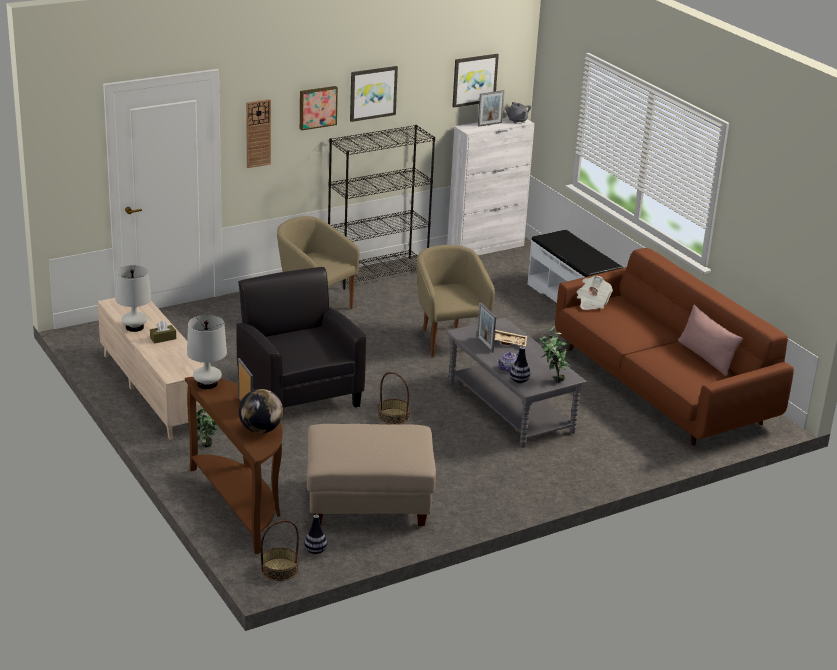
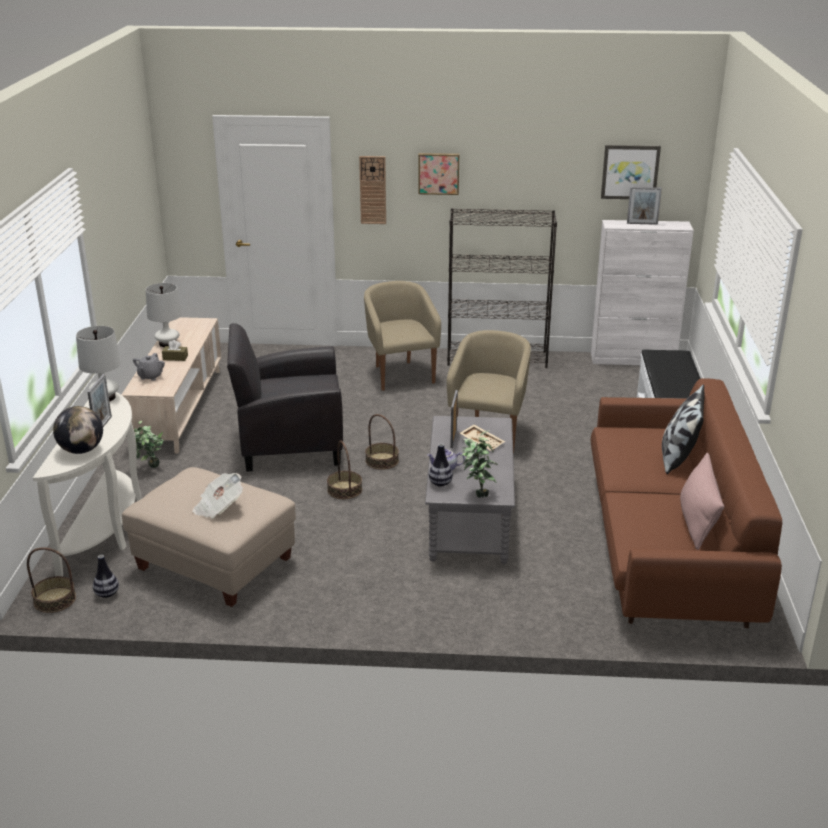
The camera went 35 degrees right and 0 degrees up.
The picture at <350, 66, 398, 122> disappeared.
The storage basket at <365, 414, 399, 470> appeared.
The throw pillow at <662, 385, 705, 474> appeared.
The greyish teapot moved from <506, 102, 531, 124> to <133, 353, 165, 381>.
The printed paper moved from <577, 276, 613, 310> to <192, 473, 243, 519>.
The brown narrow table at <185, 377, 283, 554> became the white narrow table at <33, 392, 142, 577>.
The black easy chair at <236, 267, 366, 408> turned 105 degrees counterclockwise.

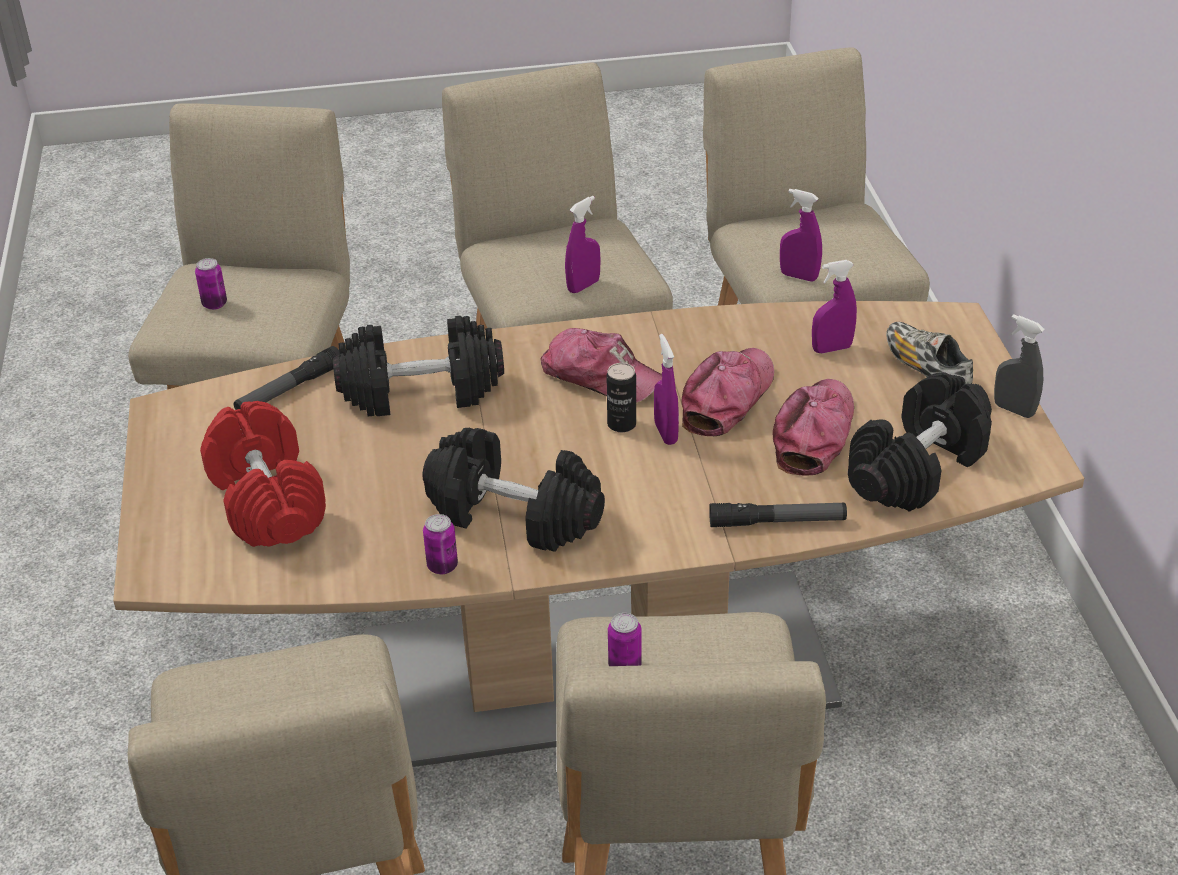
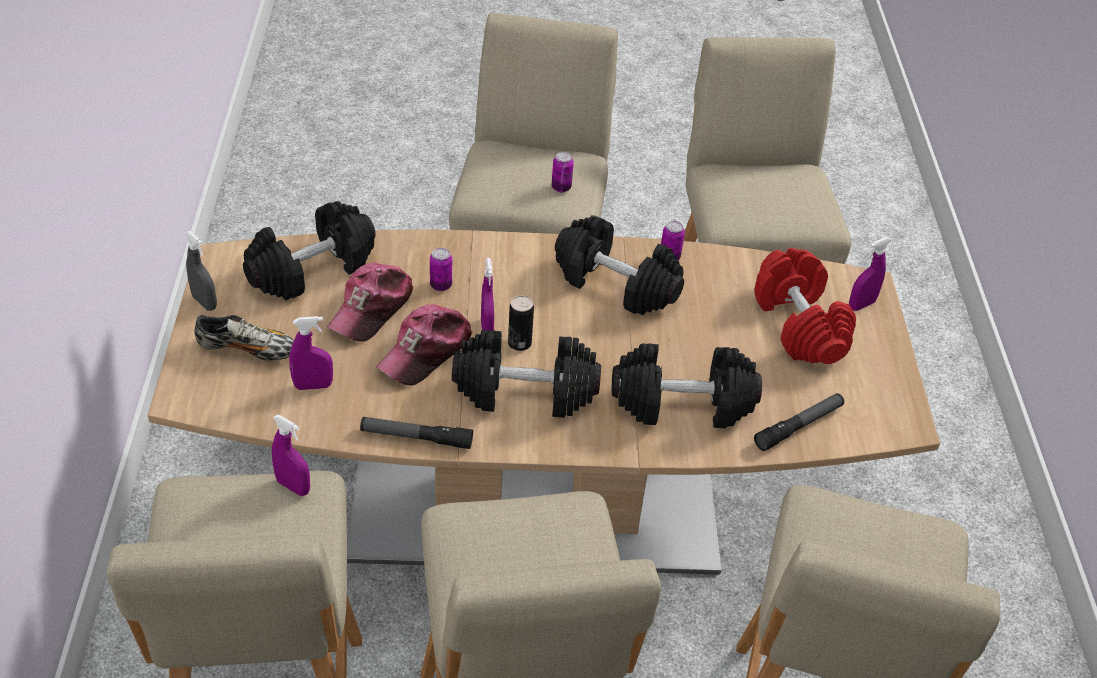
The camera went 175 degrees left and 5 degrees up.
The sealed can moved from <195, 258, 227, 310> to <430, 248, 452, 291>.
The purple-coloured hand sprayer moved from <565, 196, 601, 293> to <849, 237, 891, 311>.
The torch moved from <709, 503, 847, 527> to <360, 417, 473, 449>.
The peaked cap at <541, 328, 662, 403> was replaced by the black free weight at <452, 330, 601, 418>.
The low shoe at <886, 322, 973, 384> turned 60 degrees counterclockwise.

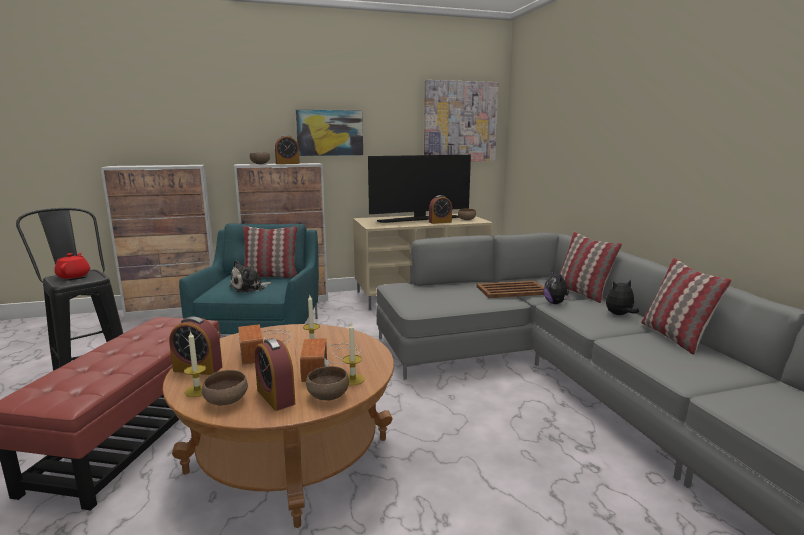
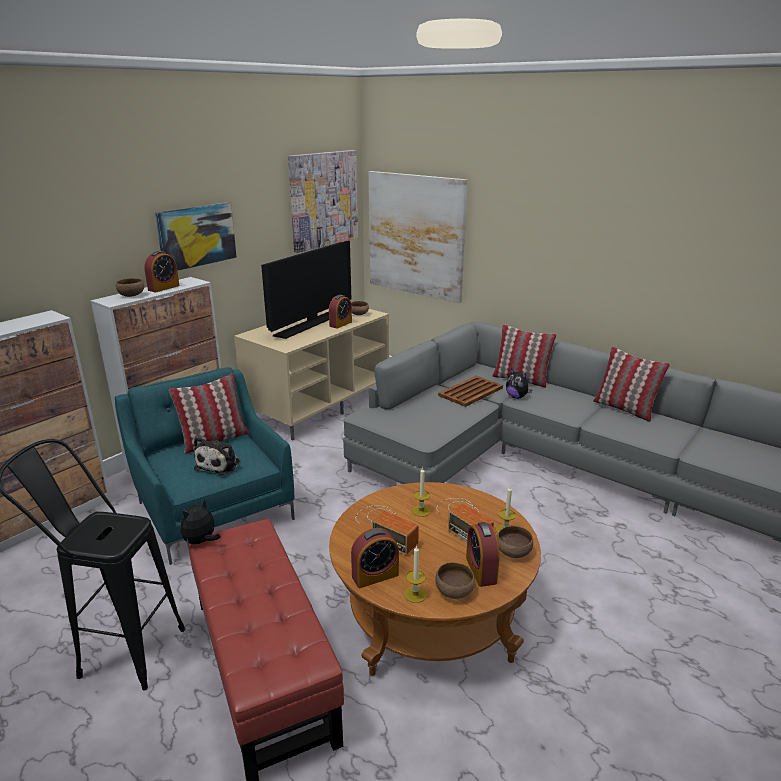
The camera went 35 degrees left and 10 degrees up.
The red teapot at <55, 253, 90, 279> disappeared.
The picture at <369, 171, 468, 303> appeared.
The soft toy moved from <606, 279, 639, 315> to <180, 498, 221, 546>.
The table clock at <255, 338, 295, 411> turned 60 degrees clockwise.

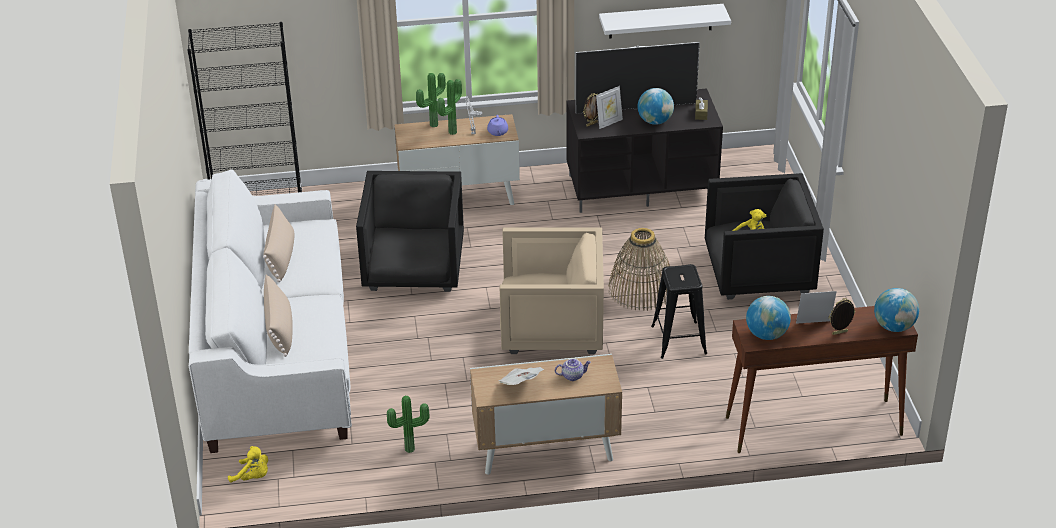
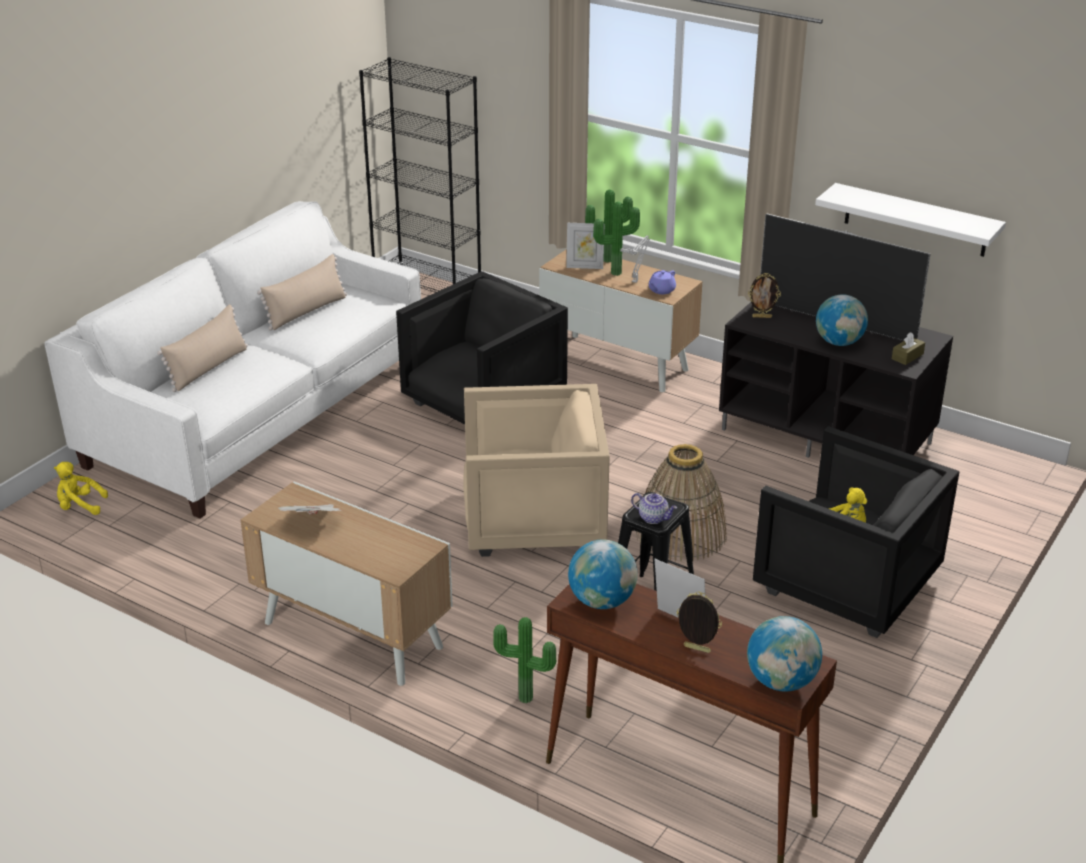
The camera went 40 degrees right and 5 degrees down.
The plant in a pot moved from <387, 396, 430, 453> to <493, 617, 556, 703>.
The teapot moved from <555, 358, 591, 381> to <631, 493, 677, 524>.
The picture frame moved from <596, 86, 623, 129> to <566, 223, 605, 269>.
The yellowish soft toy at <228, 446, 268, 483> turned 120 degrees clockwise.
The beige-coloured easy chair at <500, 228, 604, 354> turned 45 degrees counterclockwise.

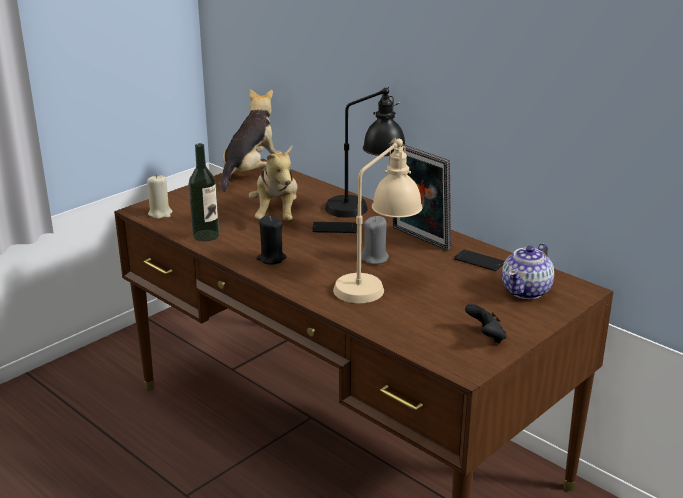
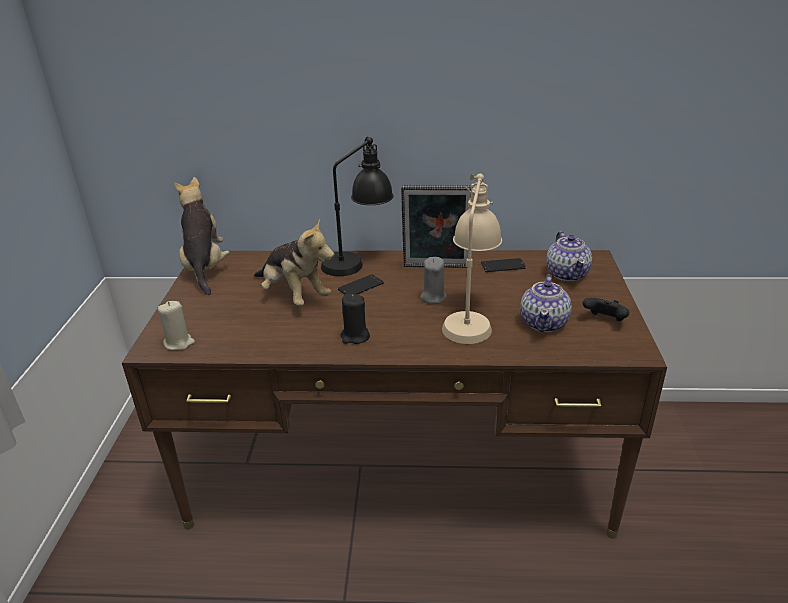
The camera went 40 degrees left and 5 degrees up.
The beverage bottle at <189, 143, 219, 241> disappeared.
The teapot at <520, 274, 572, 332> appeared.

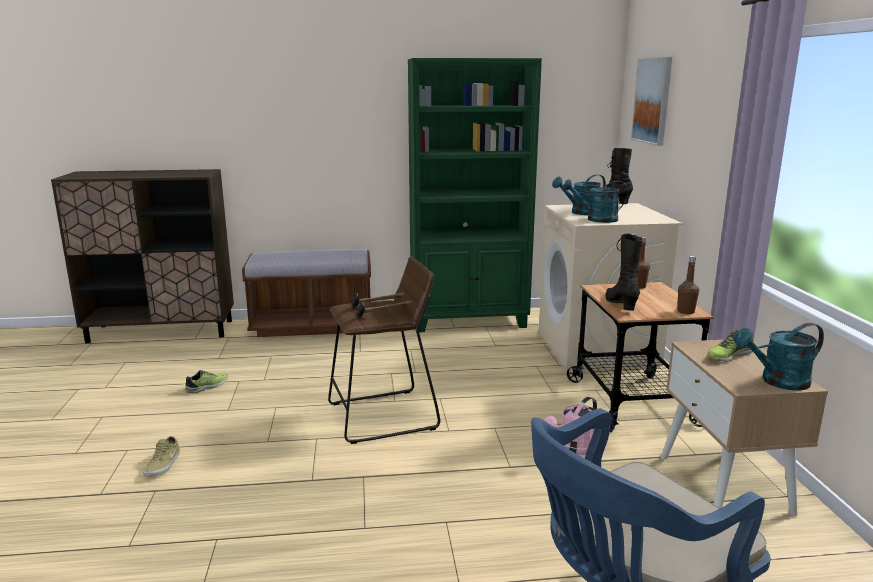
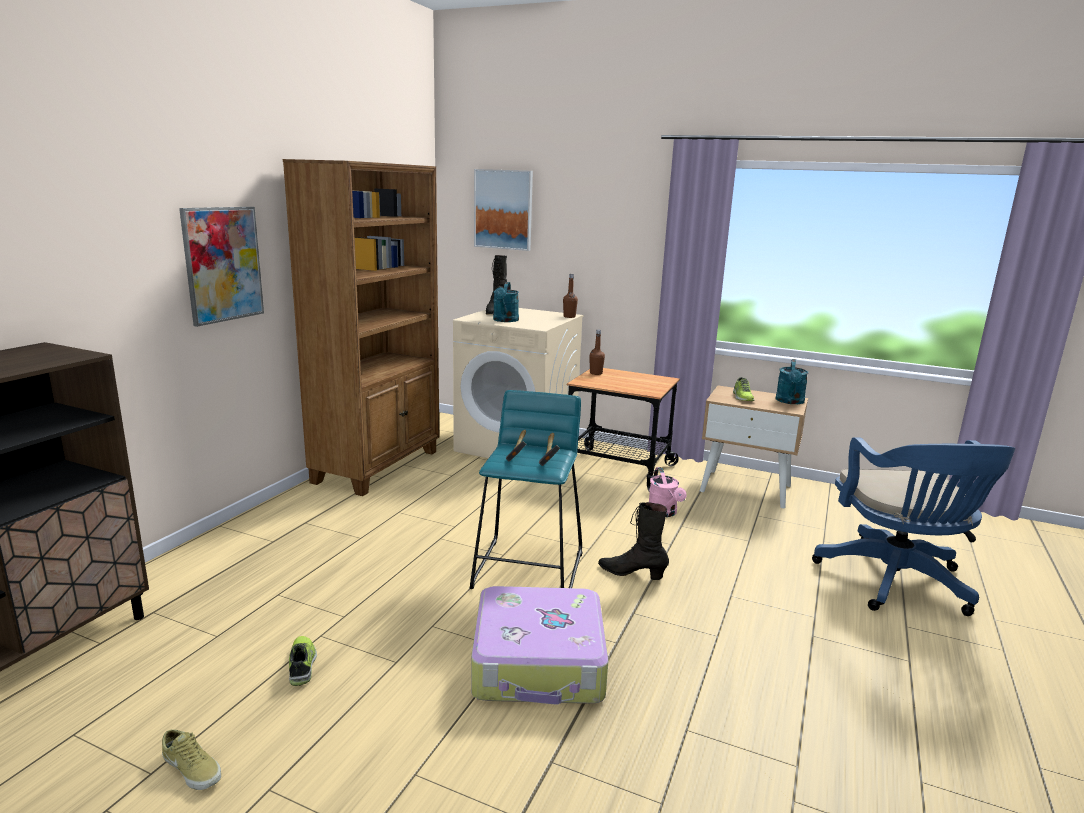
The camera went 60 degrees left and 0 degrees up.
The brown long seat at <242, 249, 371, 337> disappeared.
The turquoise watering pot at <562, 179, 628, 223> disappeared.
The picture at <179, 207, 264, 327> appeared.
The piece of luggage at <471, 586, 609, 705> appeared.
The beige-coloured low shoe moved from <143, 436, 180, 477> to <162, 729, 221, 790>.
The black tall boot moved from <605, 233, 643, 310> to <598, 502, 669, 580>.
The brown beverage bottle moved from <678, 256, 699, 314> to <563, 274, 578, 318>.
The brown stool at <328, 256, 440, 444> became the turquoise stool at <470, 390, 582, 589>.
The greenish shelving unit at <408, 58, 542, 332> became the brown shelving unit at <283, 159, 439, 496>.

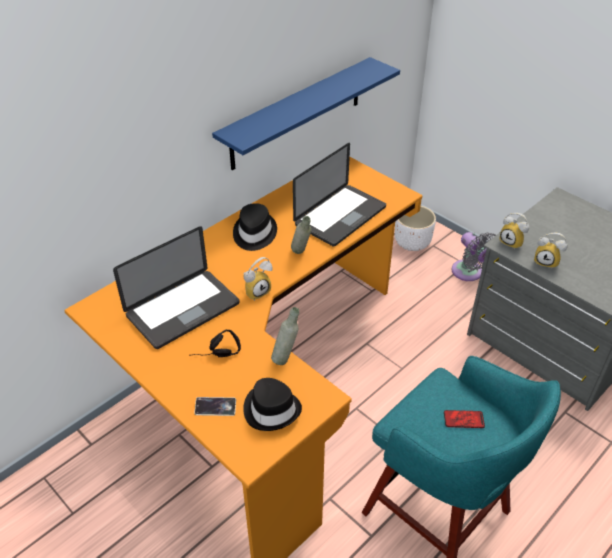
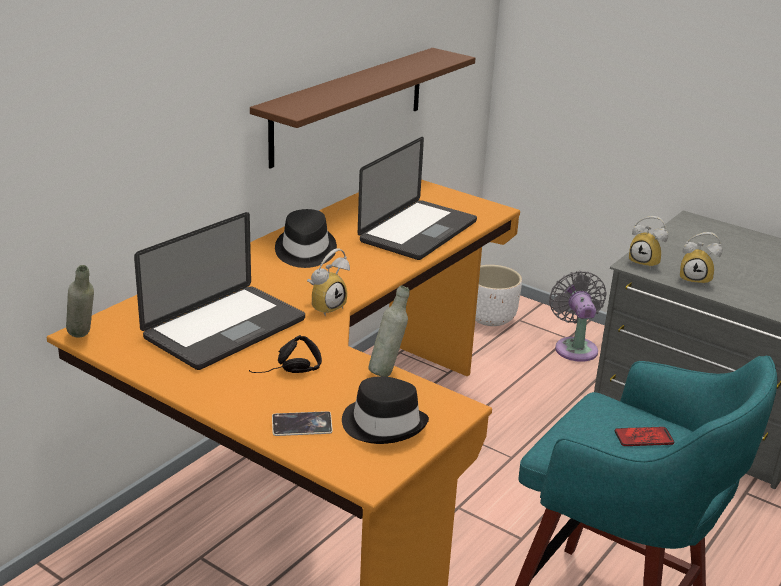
The camera went 10 degrees left and 15 degrees down.
The greyish beverage bottle moved from <291, 216, 311, 254> to <66, 265, 94, 338>.
The bluish wall shelf at <212, 57, 400, 170> became the brown wall shelf at <250, 48, 475, 169>.
The greyish fan at <452, 232, 496, 281> turned 150 degrees counterclockwise.

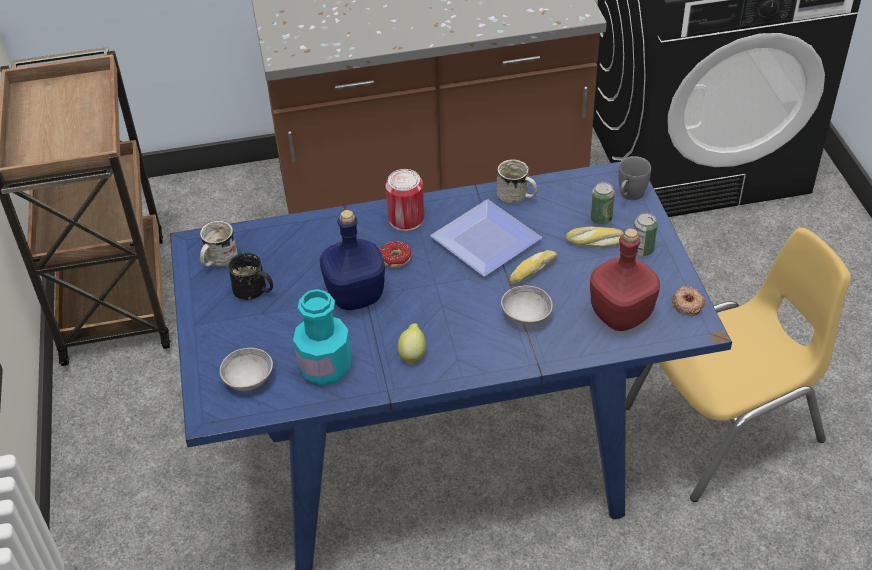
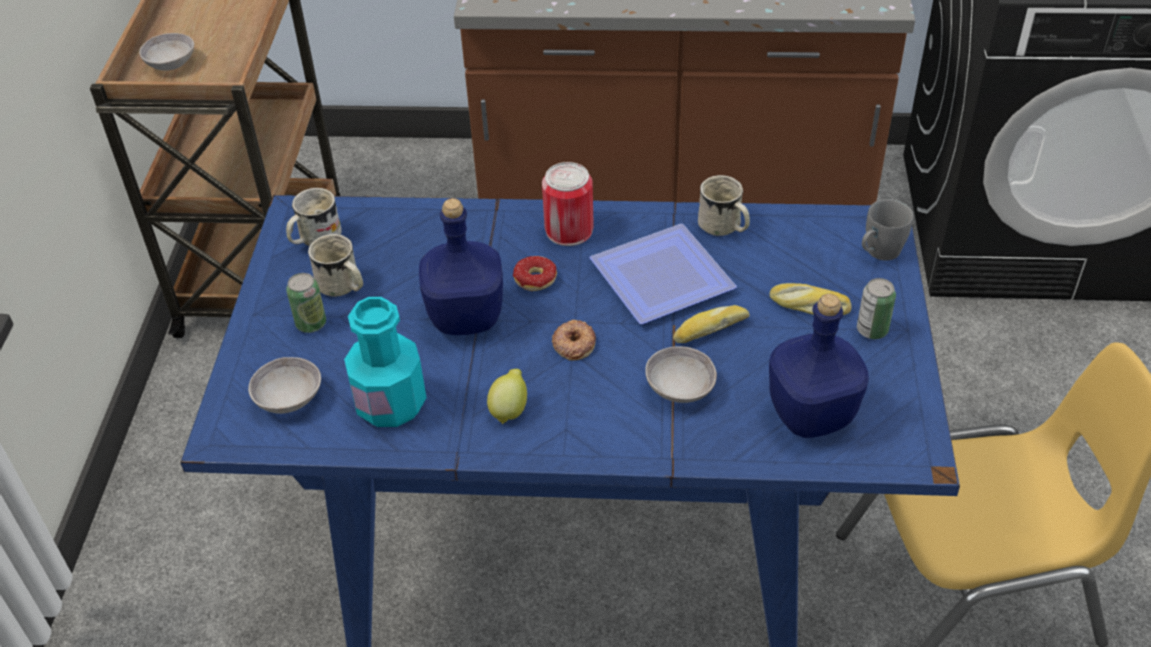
The camera went 15 degrees right and 0 degrees up.
The greyish bowl at <139, 33, 194, 71> appeared.
The sealed can moved from <590, 182, 615, 225> to <286, 273, 326, 333>.
The doughnut moved from <672, 286, 705, 316> to <552, 320, 596, 361>.
The black mug at <228, 253, 273, 300> became the white mug at <308, 234, 363, 297>.
The red beverage bottle at <590, 228, 660, 331> became the bluish beverage bottle at <769, 294, 869, 438>.

